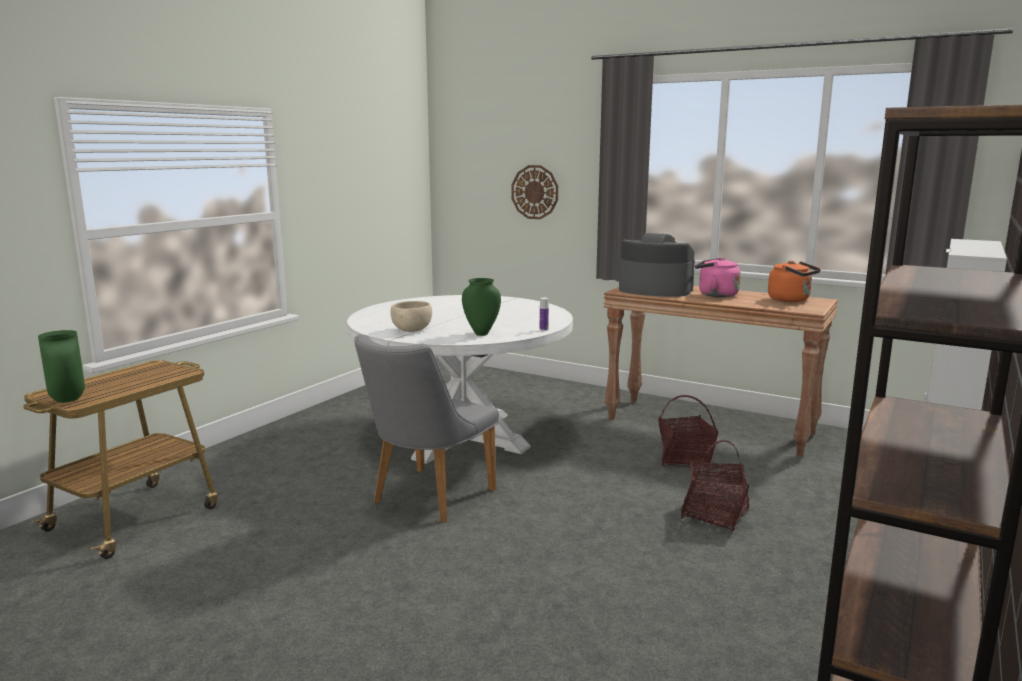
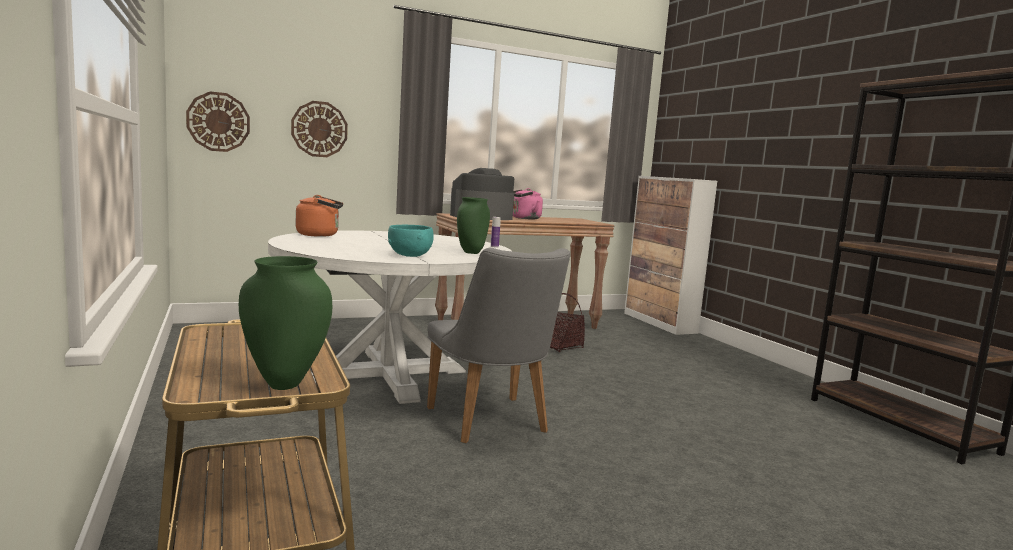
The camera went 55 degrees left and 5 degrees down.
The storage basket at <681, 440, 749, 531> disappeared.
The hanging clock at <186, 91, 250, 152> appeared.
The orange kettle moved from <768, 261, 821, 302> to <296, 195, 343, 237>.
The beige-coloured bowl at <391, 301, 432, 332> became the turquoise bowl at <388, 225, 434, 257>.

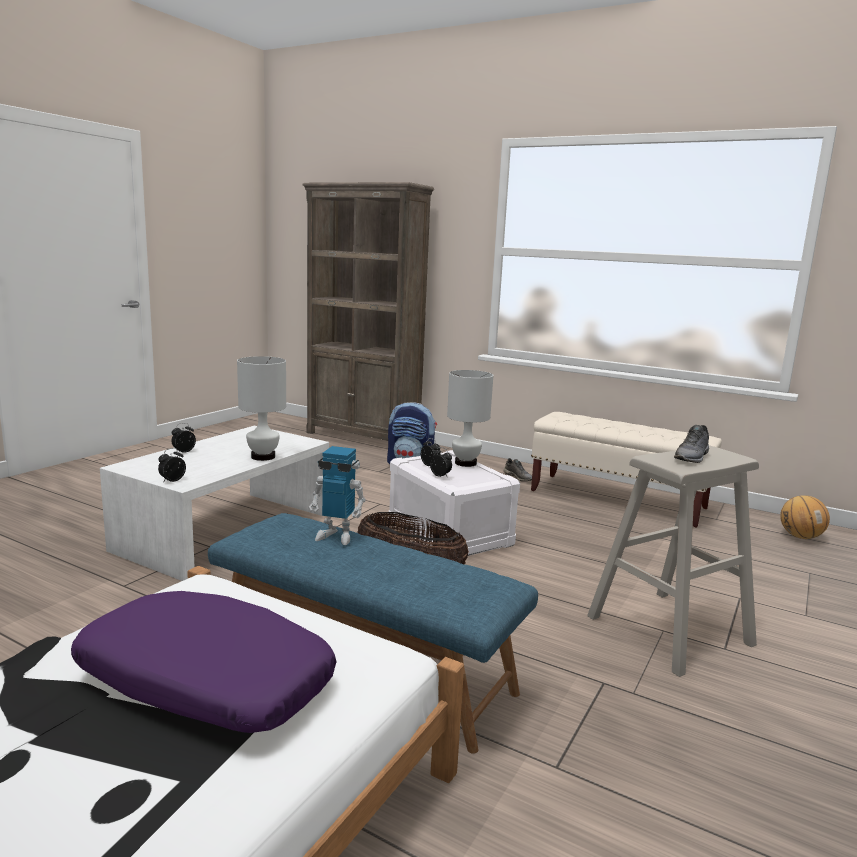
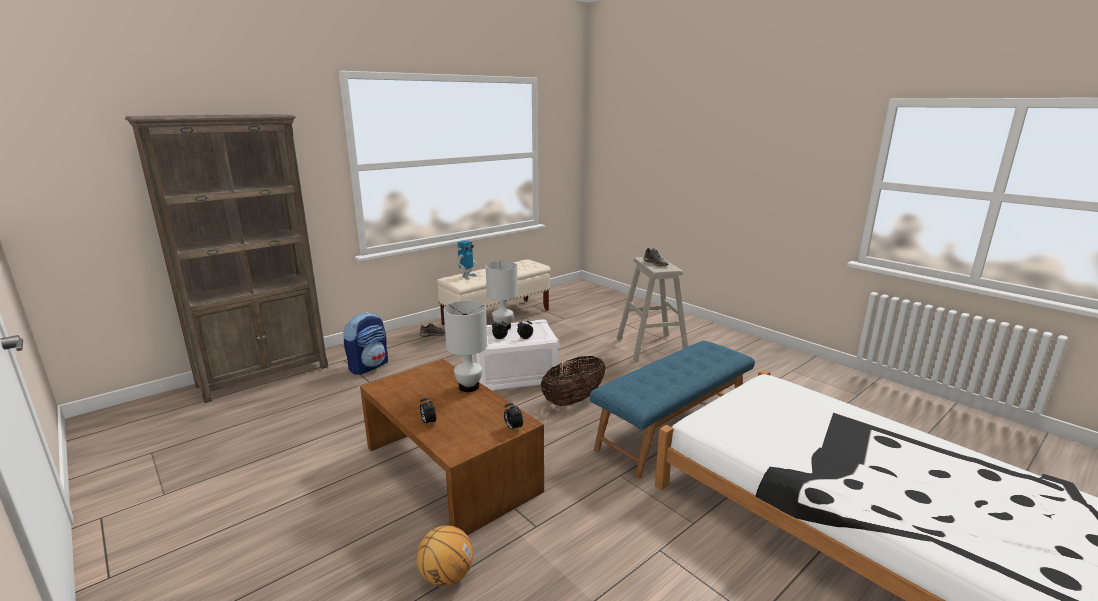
The camera went 70 degrees left and 5 degrees up.
The purple-coloured throw pillow at <71, 591, 336, 733> disappeared.
The robot figure moved from <309, 446, 366, 545> to <457, 240, 478, 280>.
The basketball ball moved from <780, 495, 830, 539> to <416, 525, 473, 587>.
The white coffee table at <100, 426, 329, 581> became the brown coffee table at <360, 359, 544, 535>.

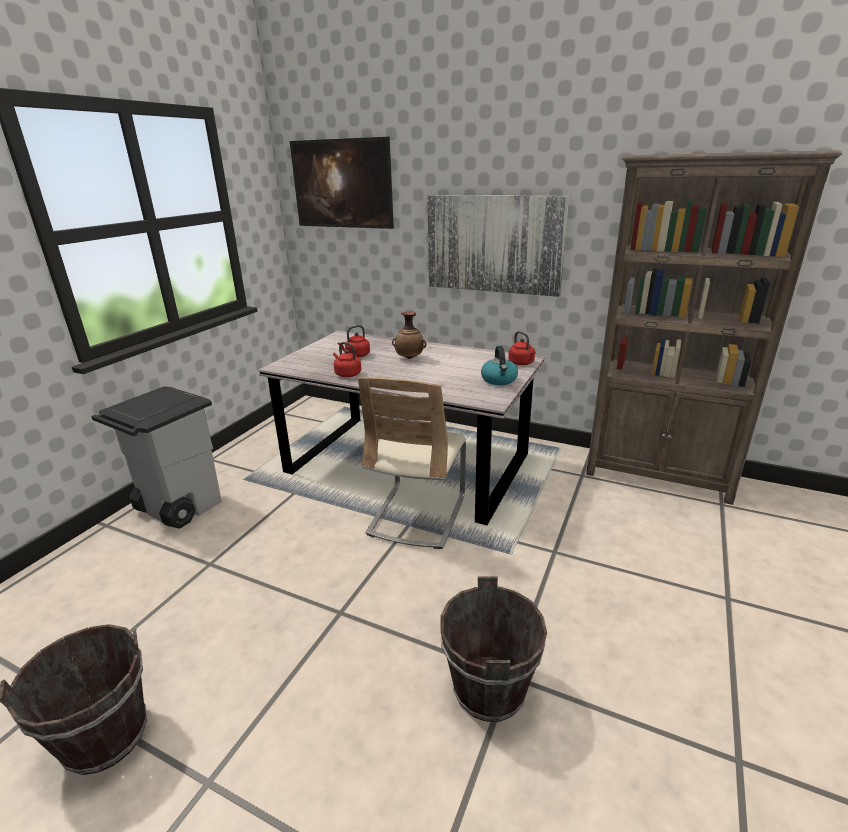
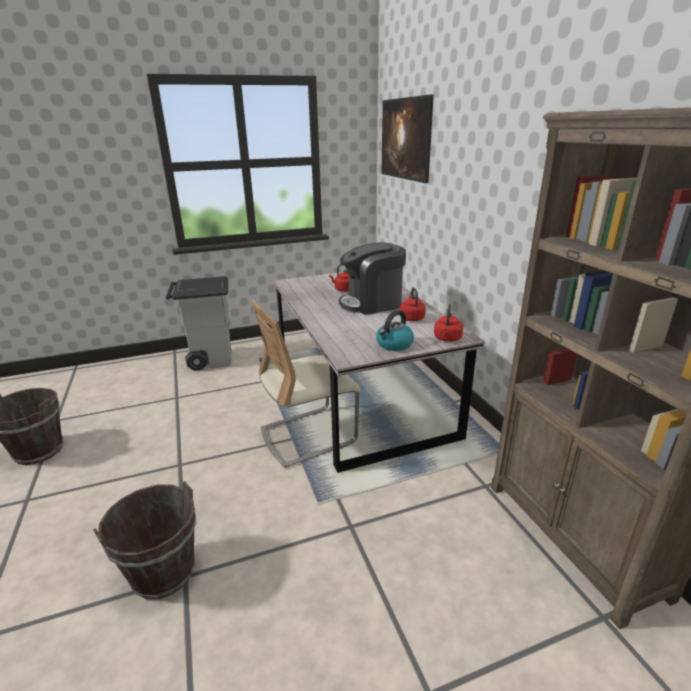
The camera went 45 degrees right and 0 degrees up.
The picture at <427, 195, 569, 297> disappeared.
The red kettle moved from <333, 342, 361, 377> to <400, 288, 426, 321>.
The flower vase at <392, 311, 426, 359> was replaced by the coffee brewer at <339, 242, 406, 315>.

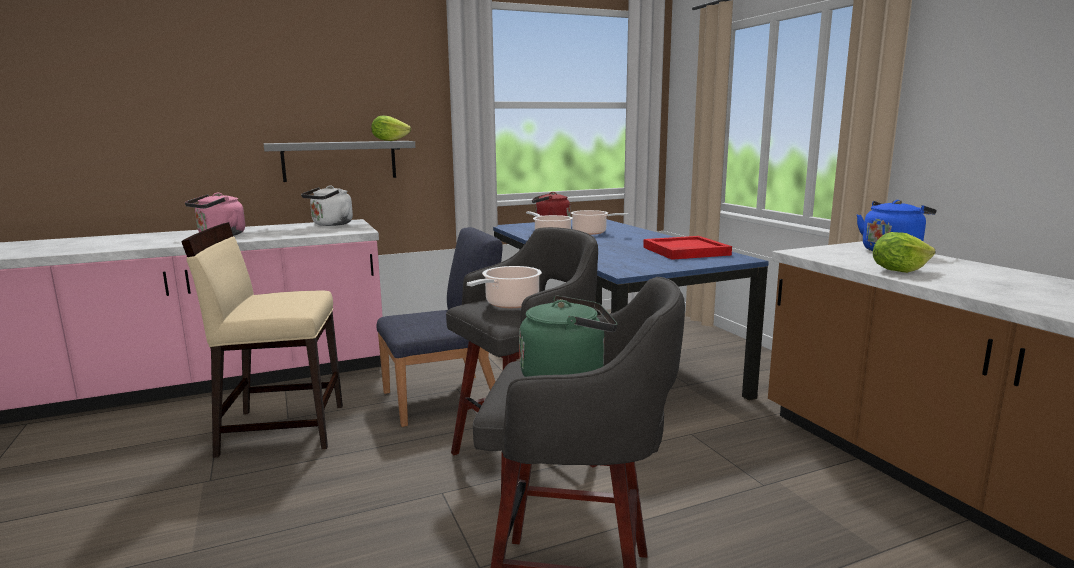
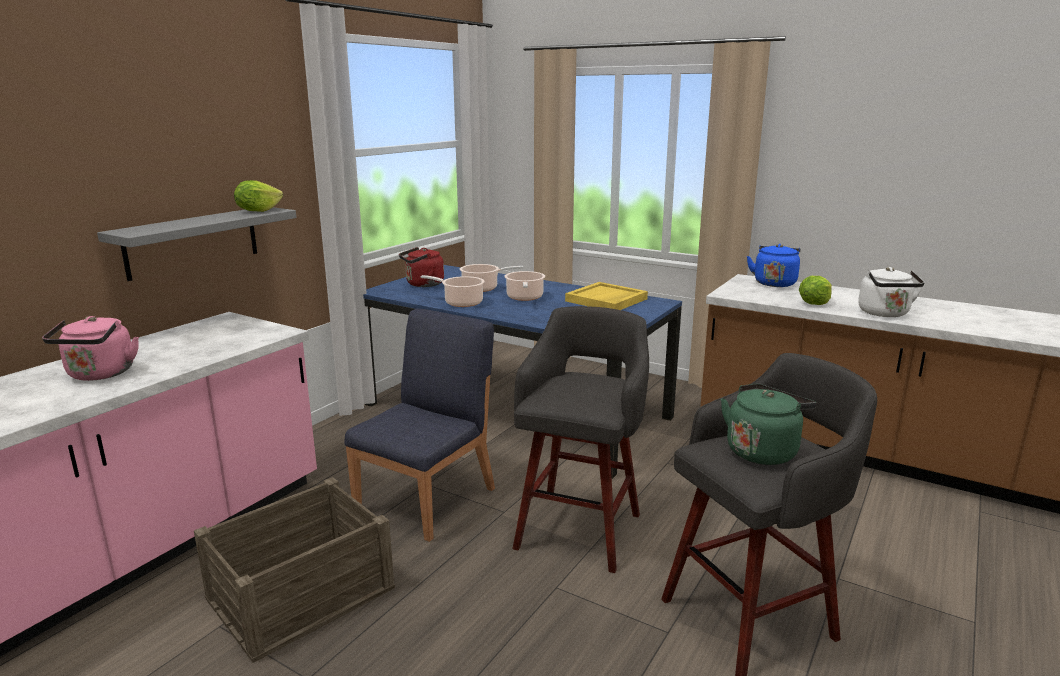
The camera went 35 degrees left and 5 degrees up.
The white kettle moved from <301, 186, 353, 226> to <858, 267, 925, 317>.
The saucepot moved from <467, 266, 542, 308> to <504, 271, 545, 301>.
The beige-coloured upright chair at <181, 222, 343, 458> was replaced by the shipping crate at <194, 477, 395, 663>.
The red carrying tray at <643, 236, 732, 260> became the yellowish carrying tray at <565, 282, 648, 310>.

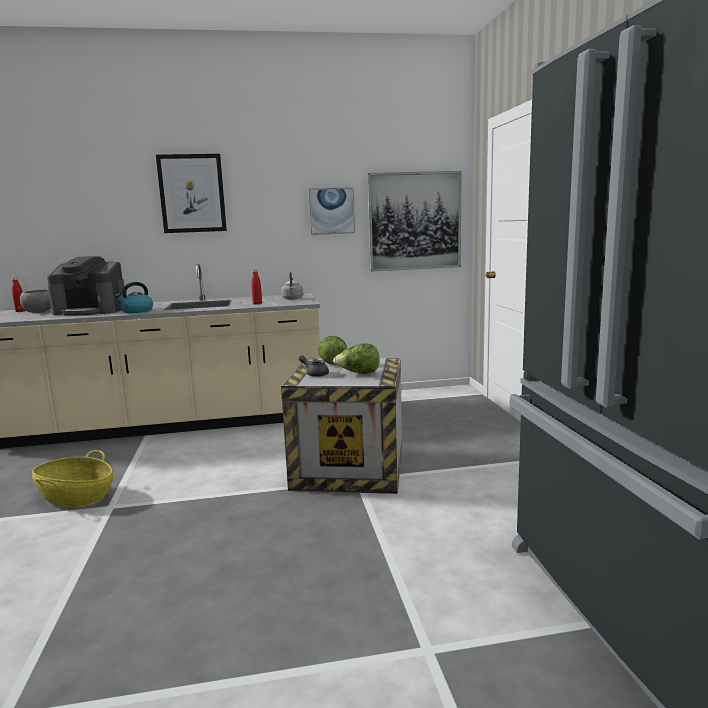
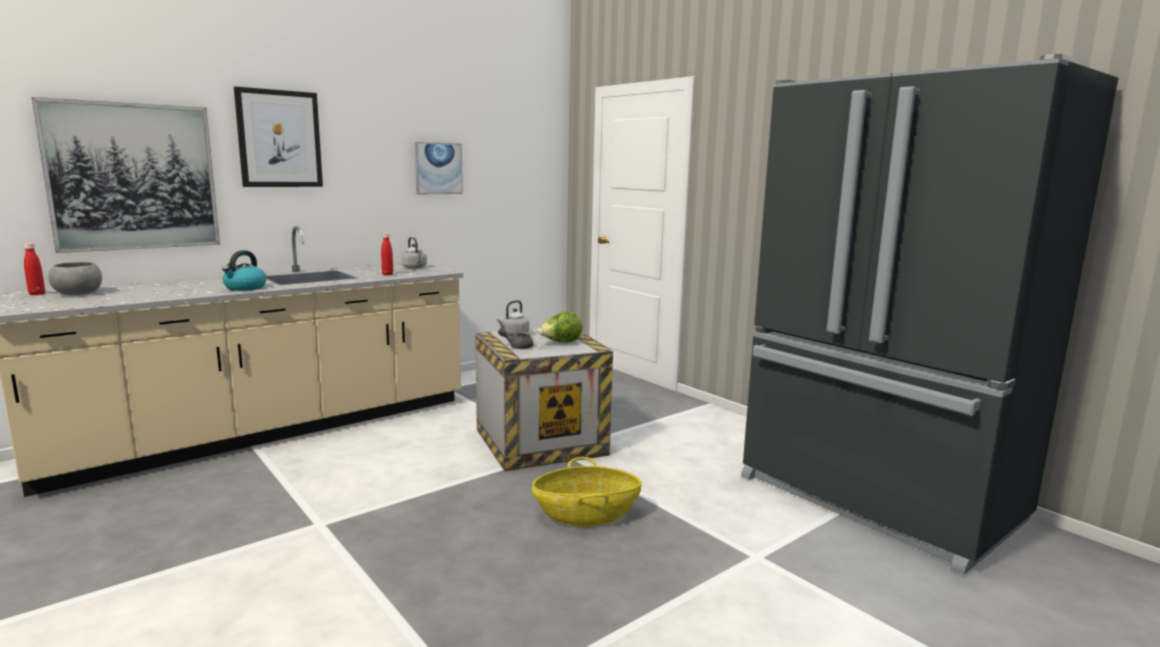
The camera went 30 degrees left and 0 degrees up.
The coffee brewer at <47, 256, 124, 316> disappeared.
The storage basket moved from <32, 450, 113, 507> to <532, 457, 642, 527>.
The picture moved from <367, 171, 462, 272> to <32, 97, 220, 253>.
The head of lettuce at <318, 336, 347, 365> was replaced by the greyish kettle at <497, 300, 529, 336>.

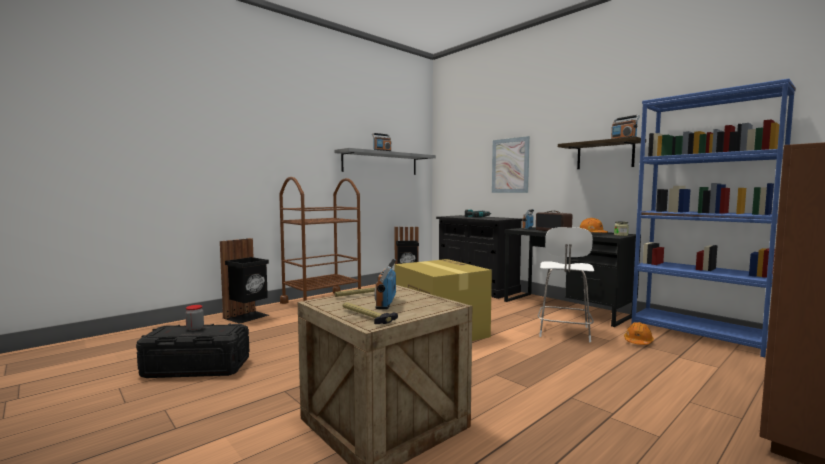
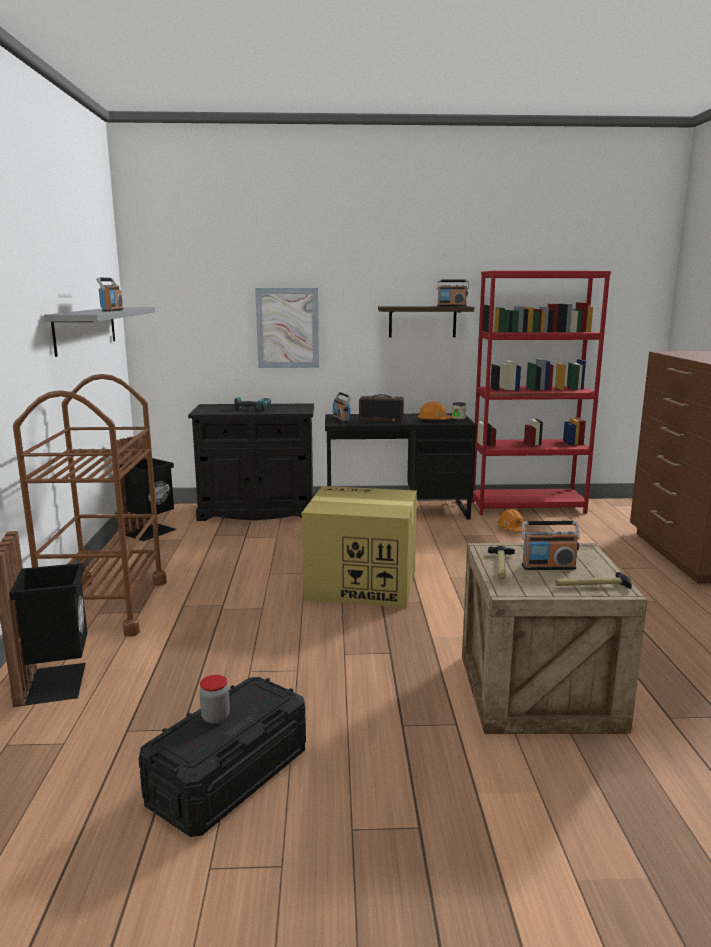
The camera went 50 degrees left and 10 degrees up.
The white upright chair at <538, 227, 594, 342> disappeared.
The bluish shelving unit at <631, 78, 796, 357> became the red shelving unit at <471, 271, 611, 515>.
The radio receiver at <375, 259, 396, 309> turned 45 degrees counterclockwise.

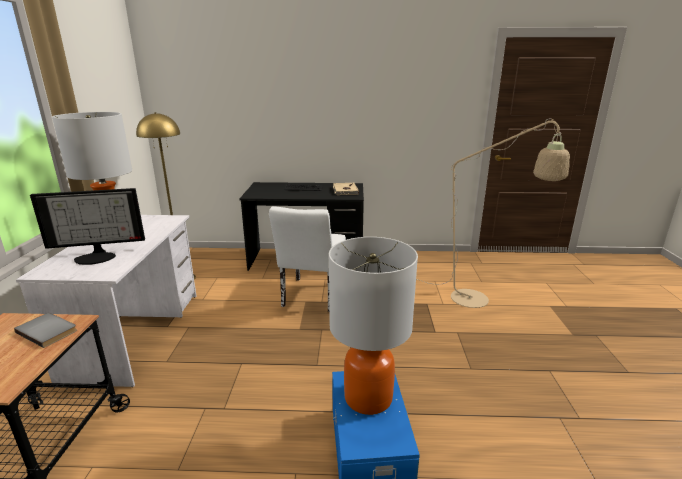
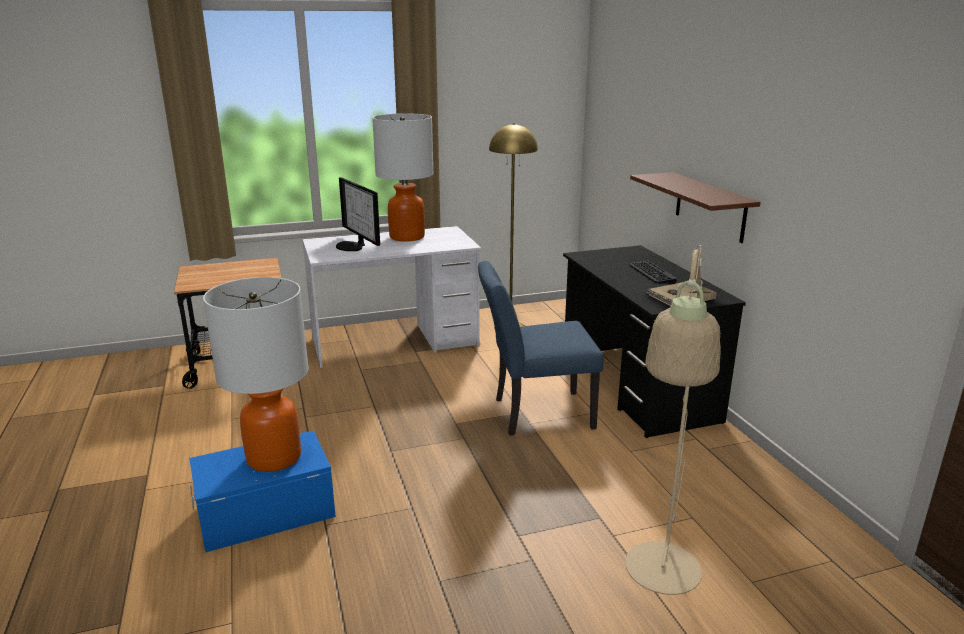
The camera went 70 degrees right and 0 degrees up.
The greyish book at <14, 313, 77, 348> disappeared.
The brown wall shelf at <630, 172, 761, 243> appeared.
The white upright chair at <269, 206, 346, 312> became the bluish upright chair at <478, 261, 604, 435>.

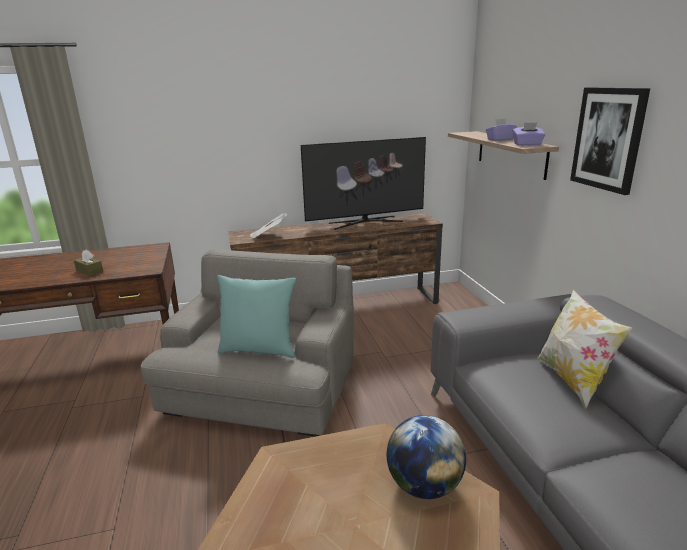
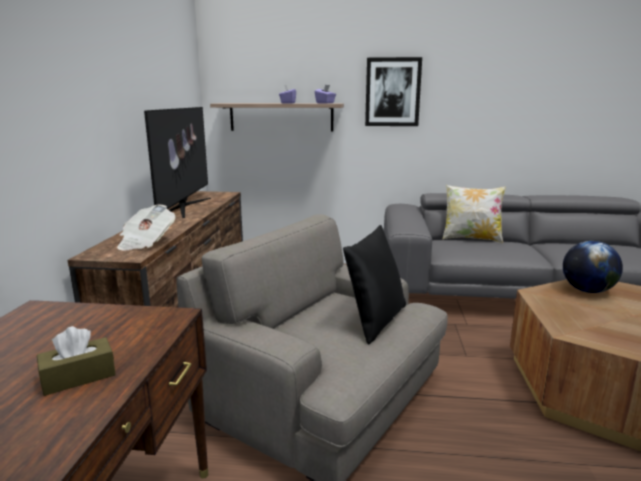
The camera went 70 degrees left and 5 degrees down.
The turquoise throw pillow at <217, 275, 296, 358> became the black throw pillow at <343, 225, 406, 345>.

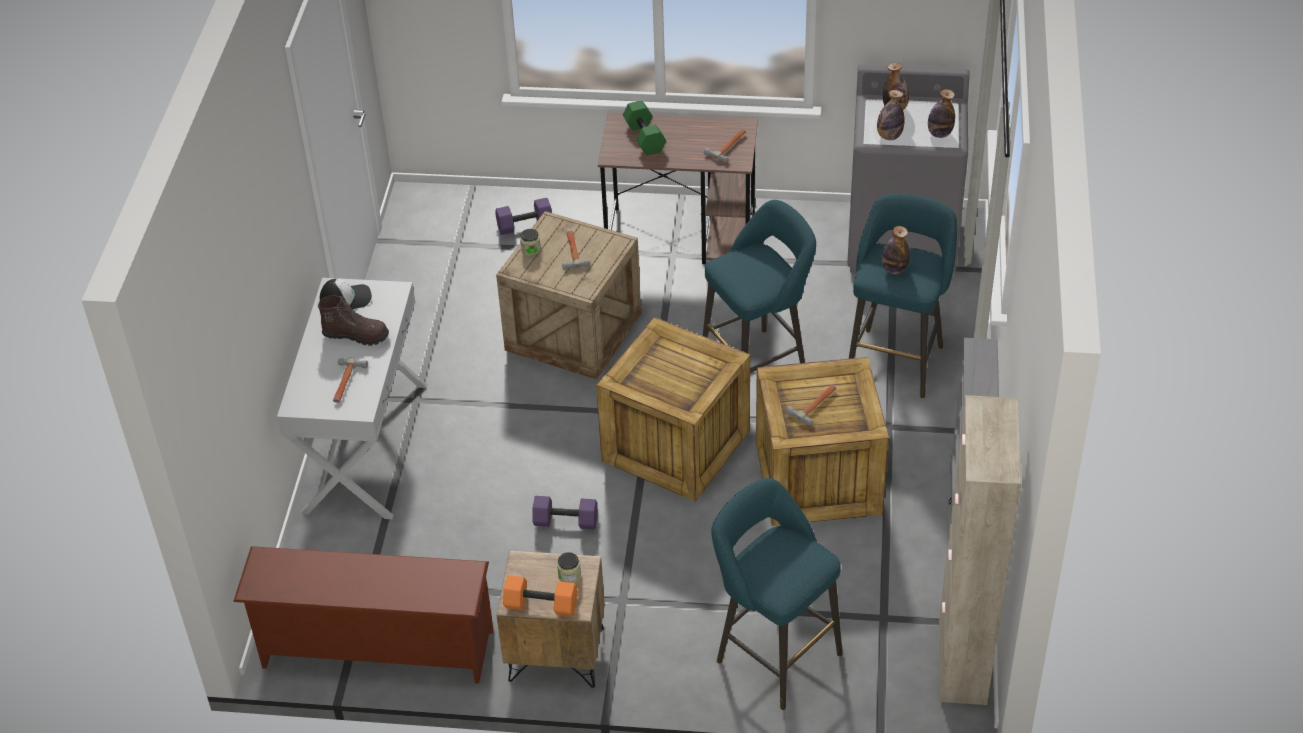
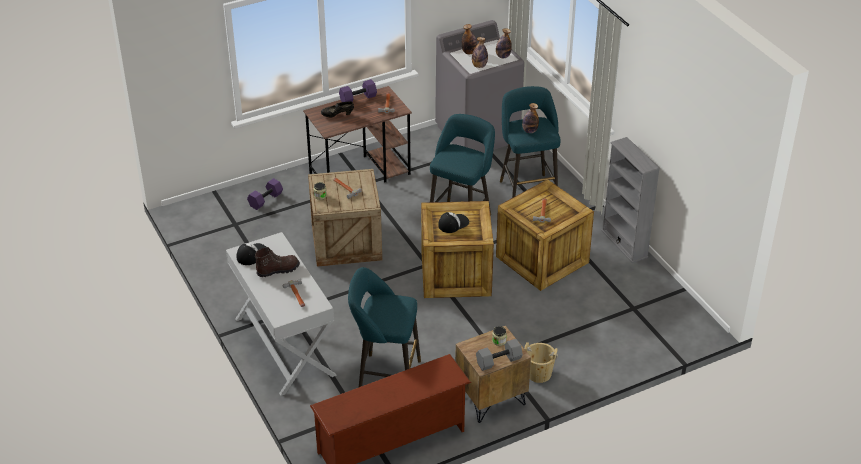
The camera went 35 degrees left and 5 degrees down.
The beige-coloured cabinet at <939, 395, 1021, 705> disappeared.
The peaked cap at <438, 212, 469, 233> appeared.
The beige-coloured pail at <524, 342, 558, 383> appeared.
The purple-coloured free weight moved from <532, 496, 598, 530> to <339, 79, 377, 102>.
The turquoise stool moved from <711, 478, 842, 710> to <348, 267, 421, 388>.
The greenish free weight at <623, 100, 666, 155> was replaced by the black low shoe at <321, 101, 354, 117>.
The orange free weight at <503, 575, 577, 617> became the greyish free weight at <476, 339, 523, 371>.

